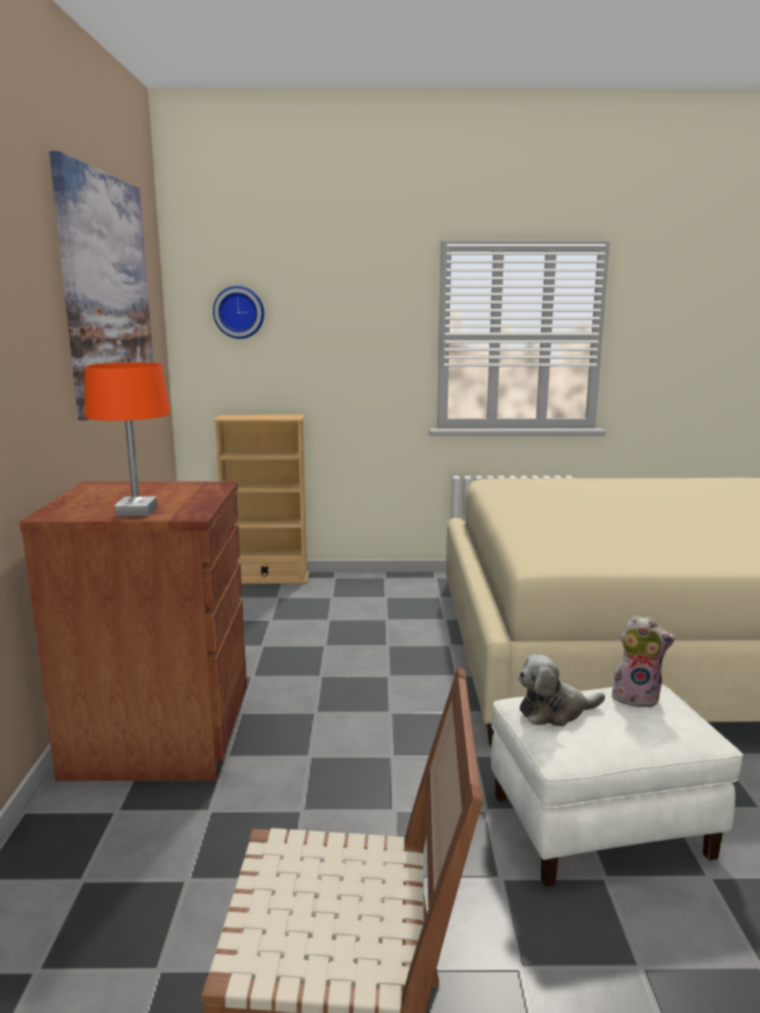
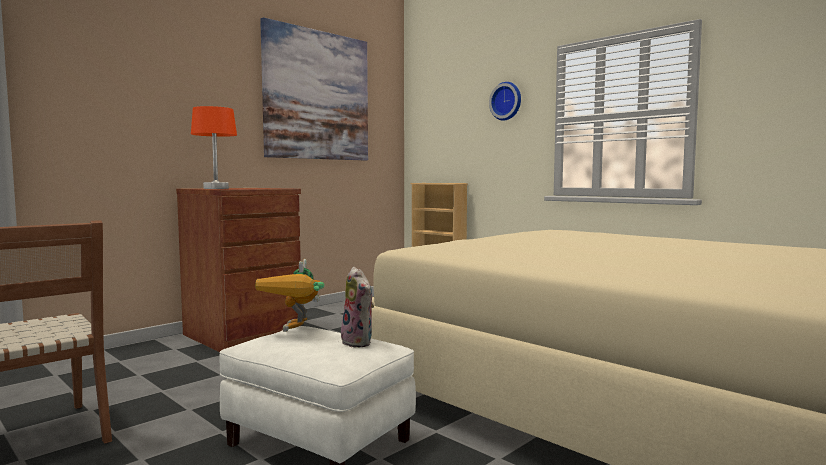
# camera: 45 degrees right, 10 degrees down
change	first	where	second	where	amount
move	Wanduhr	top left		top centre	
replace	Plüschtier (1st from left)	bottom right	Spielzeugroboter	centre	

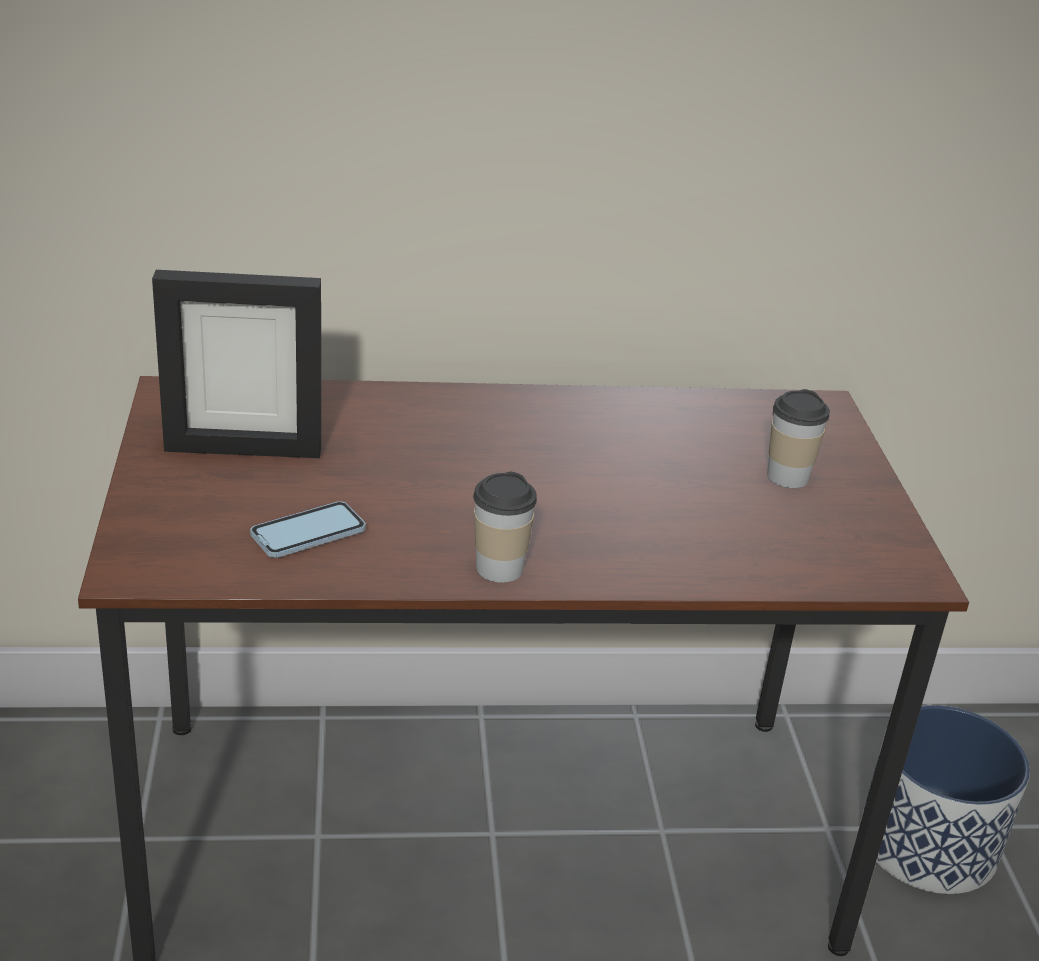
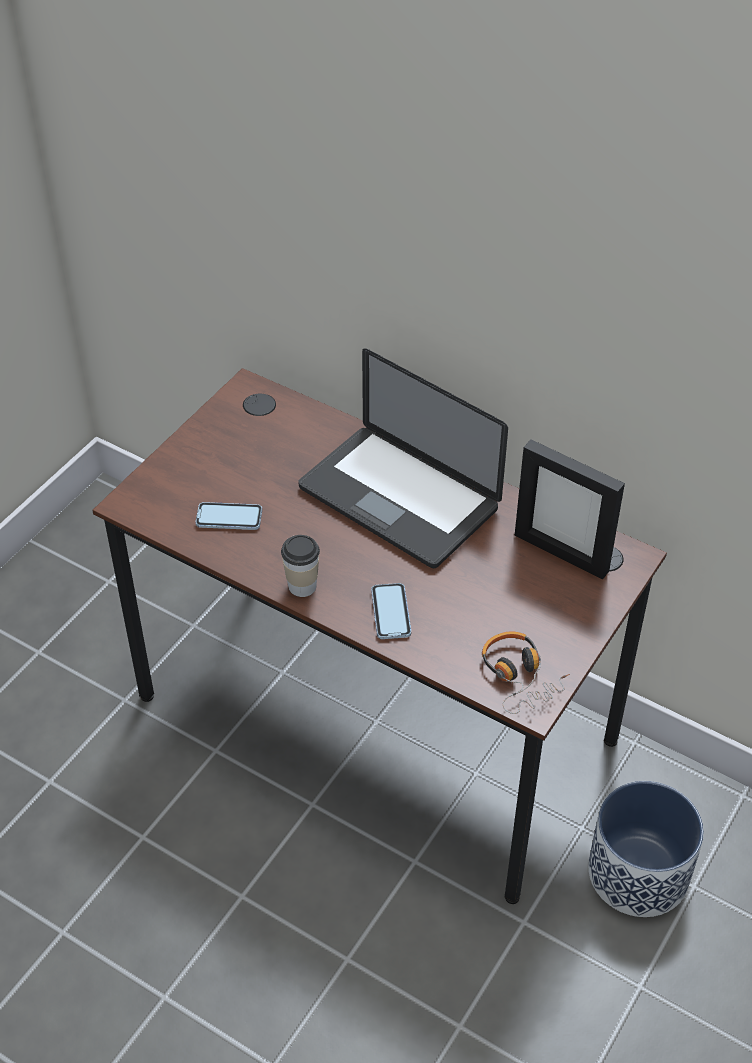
# camera: 40 degrees right, 15 degrees up
change	first	where	second	where	amount
move	Bilderrahmen	middle left		middle right	
delete	Tasse (2nd from left)	middle right			
insert			Laptop	centre	
insert			Handy (2nd from left)	centre	
insert			Kopfhörer	middle right	

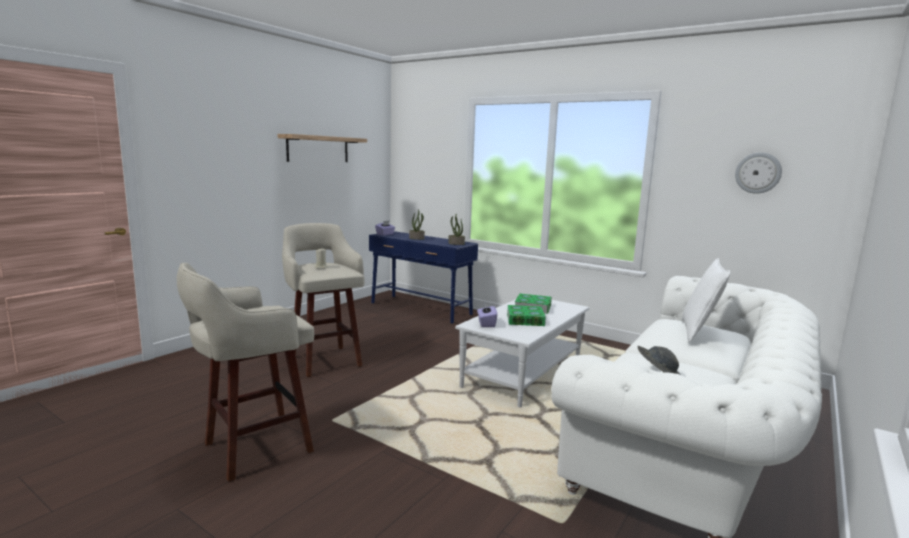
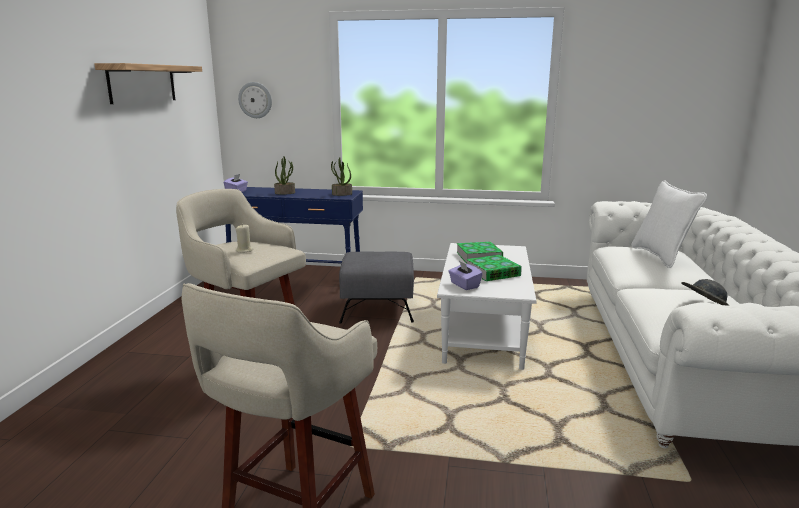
# camera: 25 degrees left, 5 degrees up
change	first	where	second	where	amount
move	Wanduhr	top right		top left	
insert			Polsterhocker [grau]	centre	

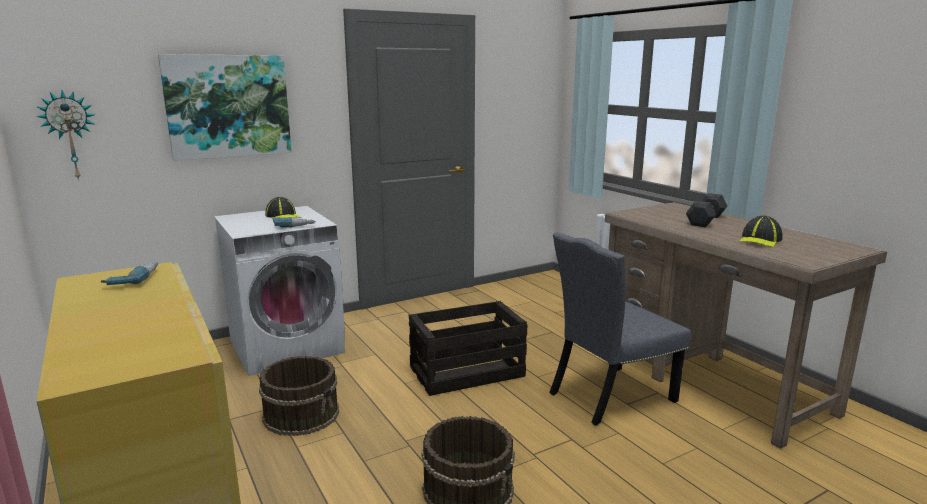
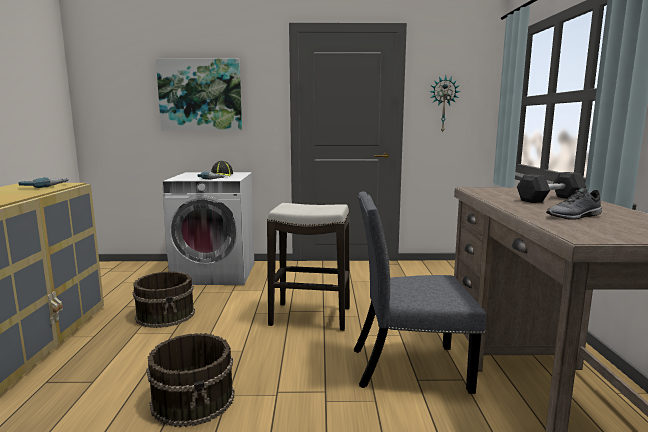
# camera: 30 degrees right, 5 degrees down
change	first	where	second	where	amount
move	Wanduhr	top left		top right	
replace	Kiste	bottom centre	Hocker	centre	
replace	Kappe (2nd from left)	middle right	Schuh [grau]	middle right	

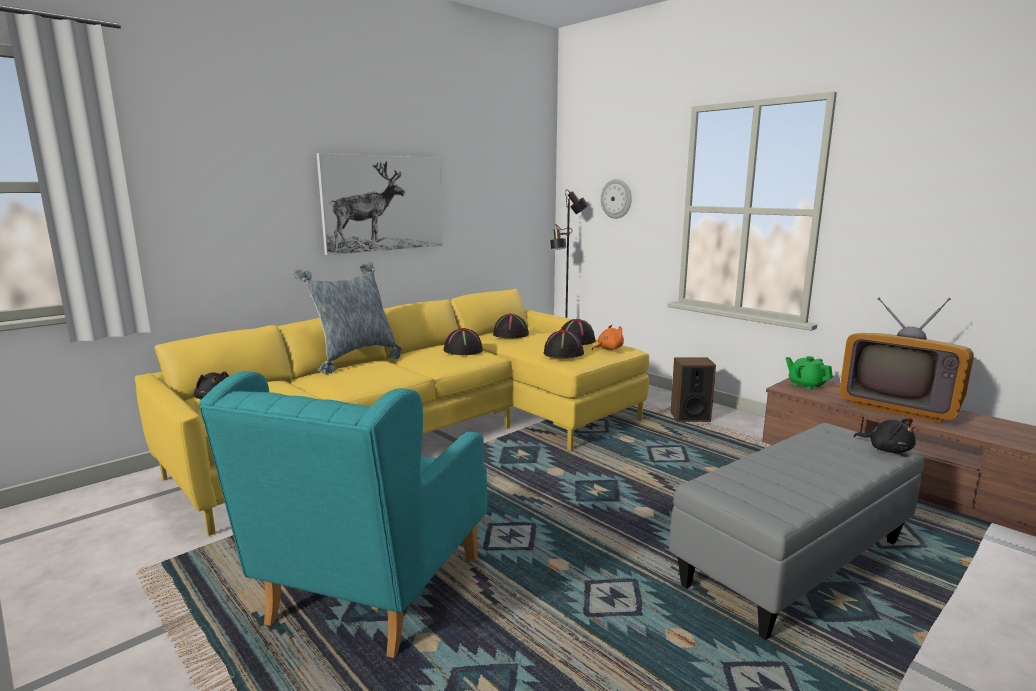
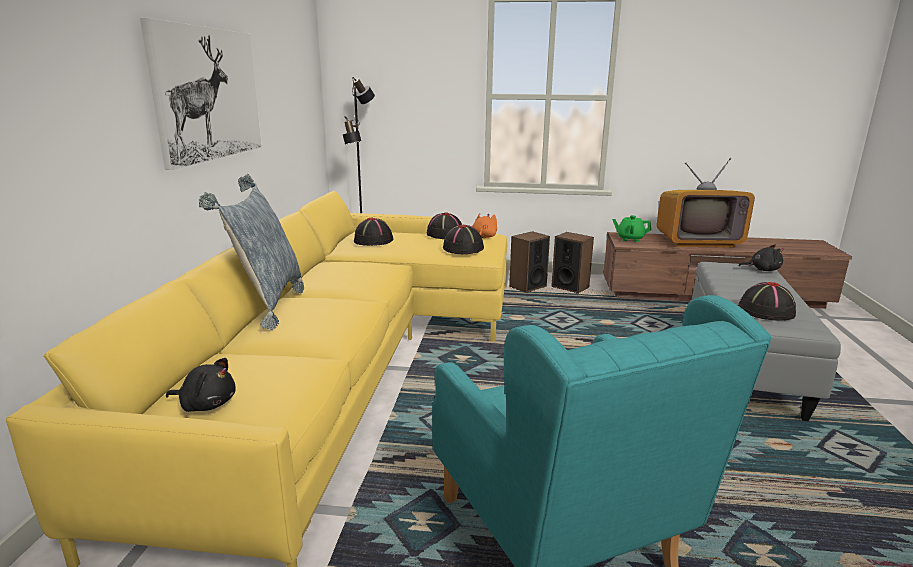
# camera: 40 degrees left, 5 degrees up
change	first	where	second	where	amount
move	Hut [schwarz] (1st from left in the first image)	centre	Hut [schwarz] (4th from left)	middle right	
delete	Wanduhr	top centre			
insert			Lautsprecher (2nd from left)	centre	

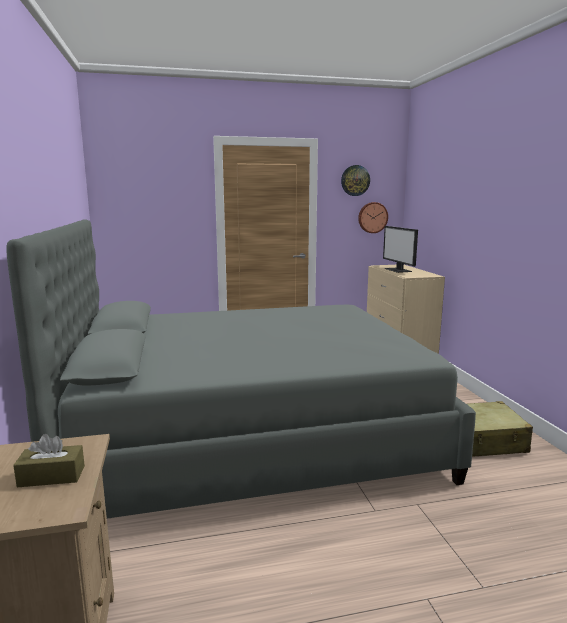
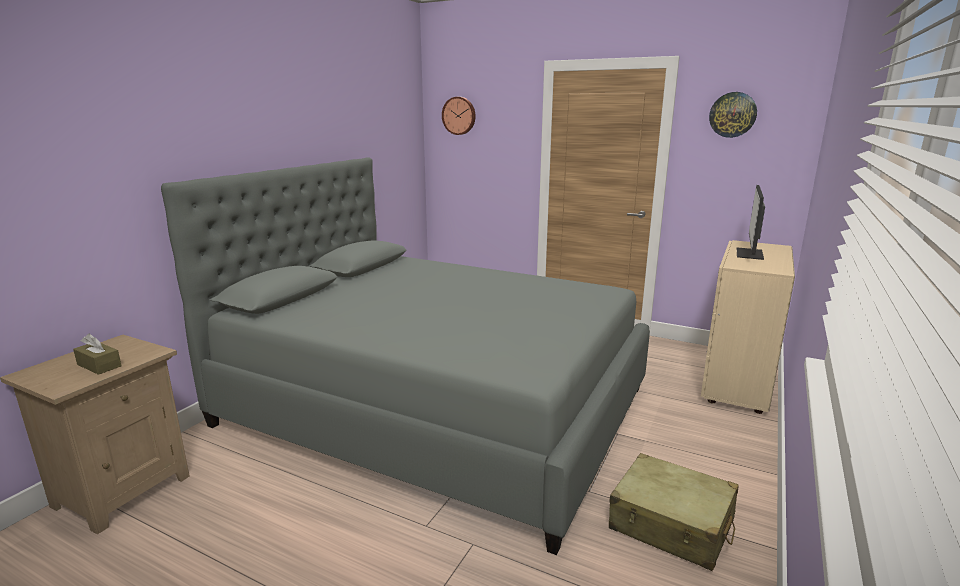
# camera: 40 degrees right, 5 degrees up
change	first	where	second	where	amount
move	Wanduhr (2nd from left in the first image)	centre	Wanduhr (1st from left)	top centre	

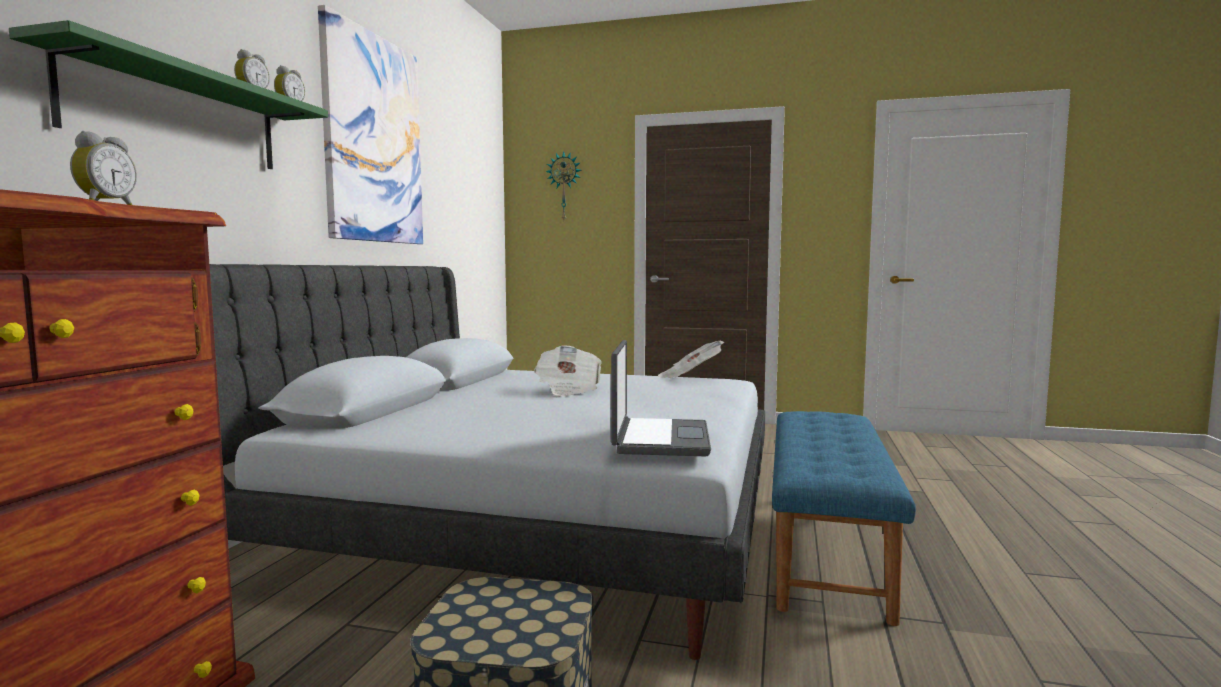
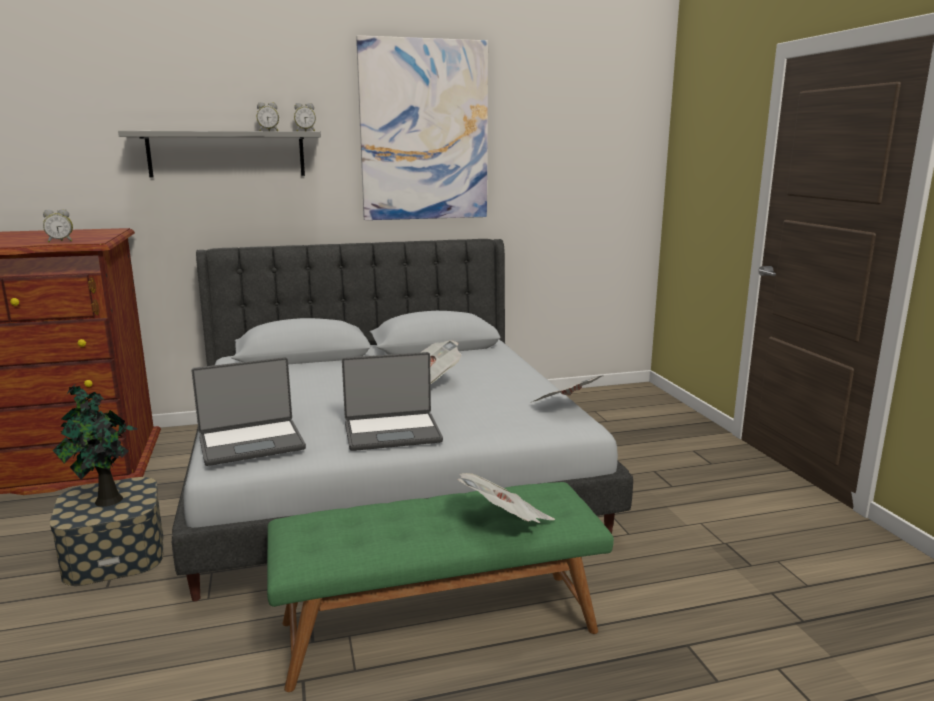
# camera: 60 degrees right, 10 degrees up
change	first	where	second	where	amount
recolor	Wandregal [grün]	top left	Wandregal [grau]	top left	
delete	Wanduhr	top centre			
recolor	Bank [blau]	bottom right	Bank [grün]	bottom centre	
insert			Topfpflanze	middle left	
insert			Laptop (2nd from left)	centre	
insert			Zeitung (2nd from left)	bottom centre	

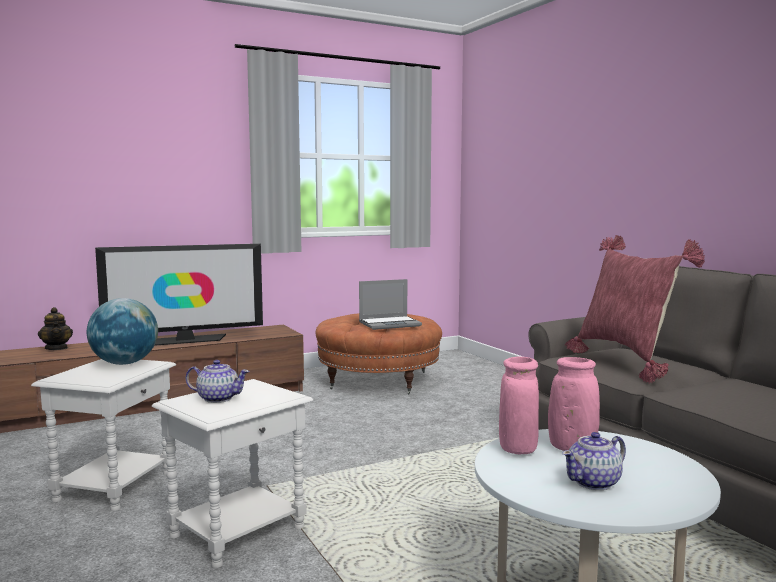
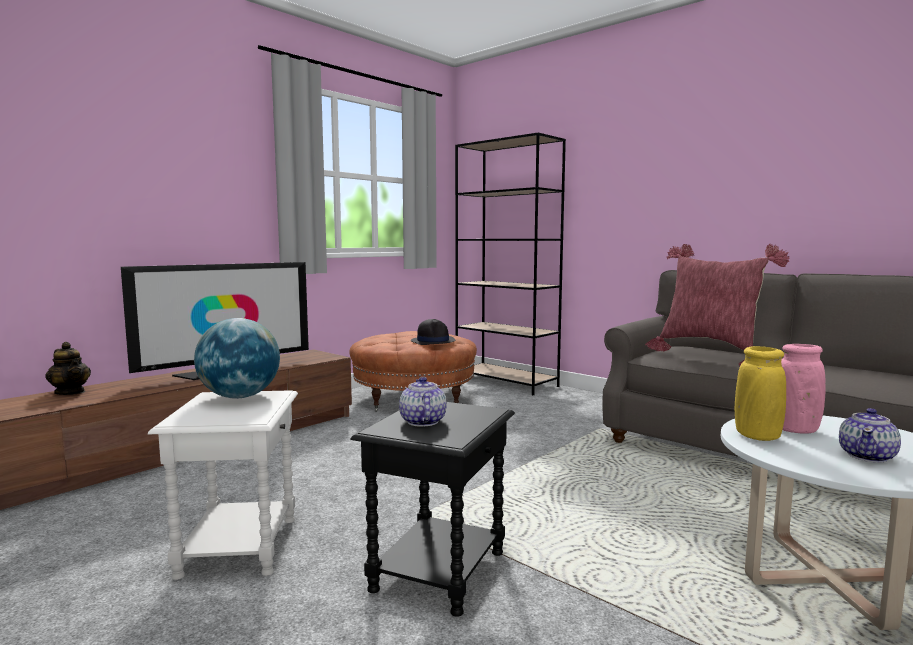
# camera: 20 degrees left, 0 degrees up
change	first	where	second	where	amount
recolor	Beistelltisch [weiß] (2nd from left)	bottom left	Beistelltisch [schwarz]	bottom centre	
rotate	Teekanne (2nd from left)	middle left		centre	90 degrees counterclockwise
replace	Laptop	centre	Hut [schwarz]	centre	
recolor	Vase [rosa] (1st from left)	bottom right	Vase [gelb]	middle right	
insert			Bücherregal [beige]	centre	

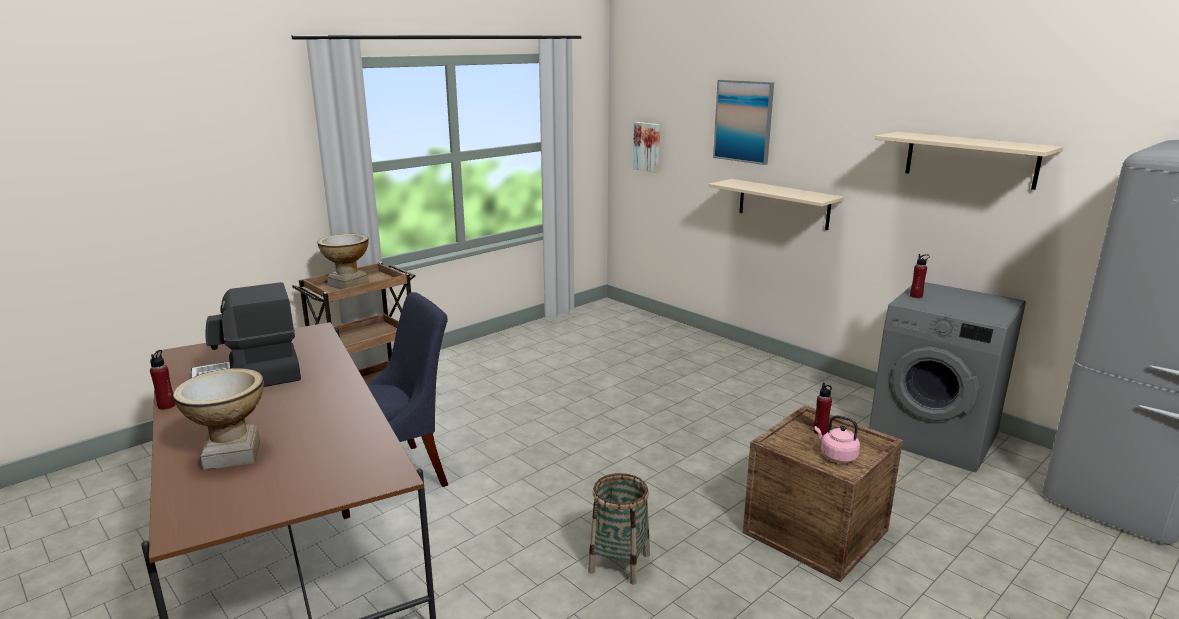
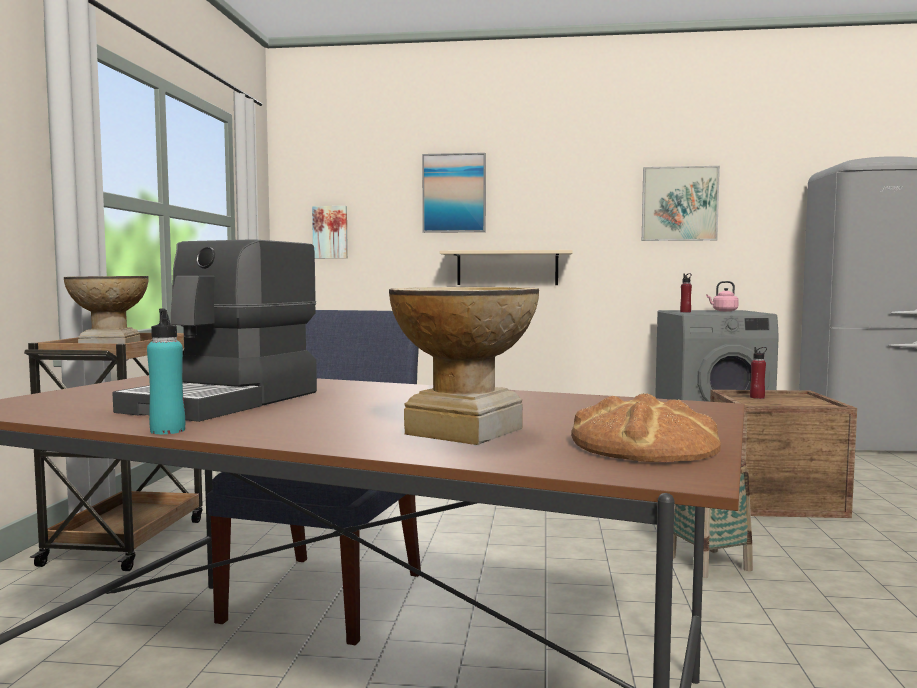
# camera: 40 degrees left, 15 degrees down
change	first	where	second	where	amount
recolor	Flasche [rot] (1st from left)	middle left	Flasche [türkis]	middle left	
move	Wasserkessel [rosa]	bottom right		middle right	
replace	Wandregal [beige] (2nd from left)	top right	Bild (3rd from left)	top right	
insert			Brot	middle right	

